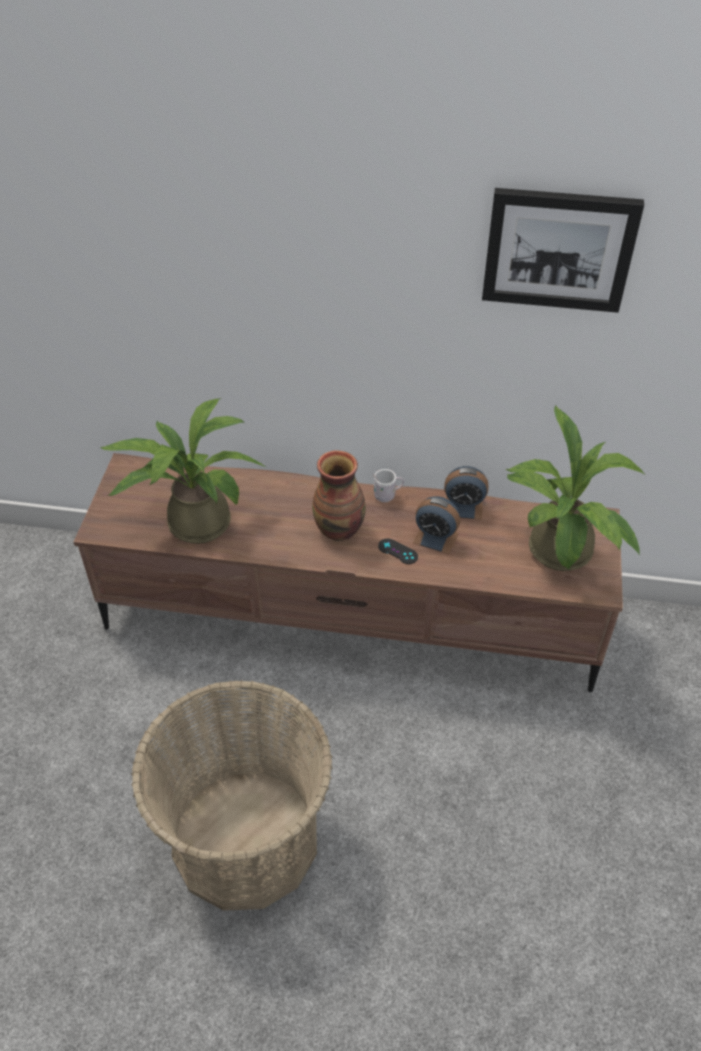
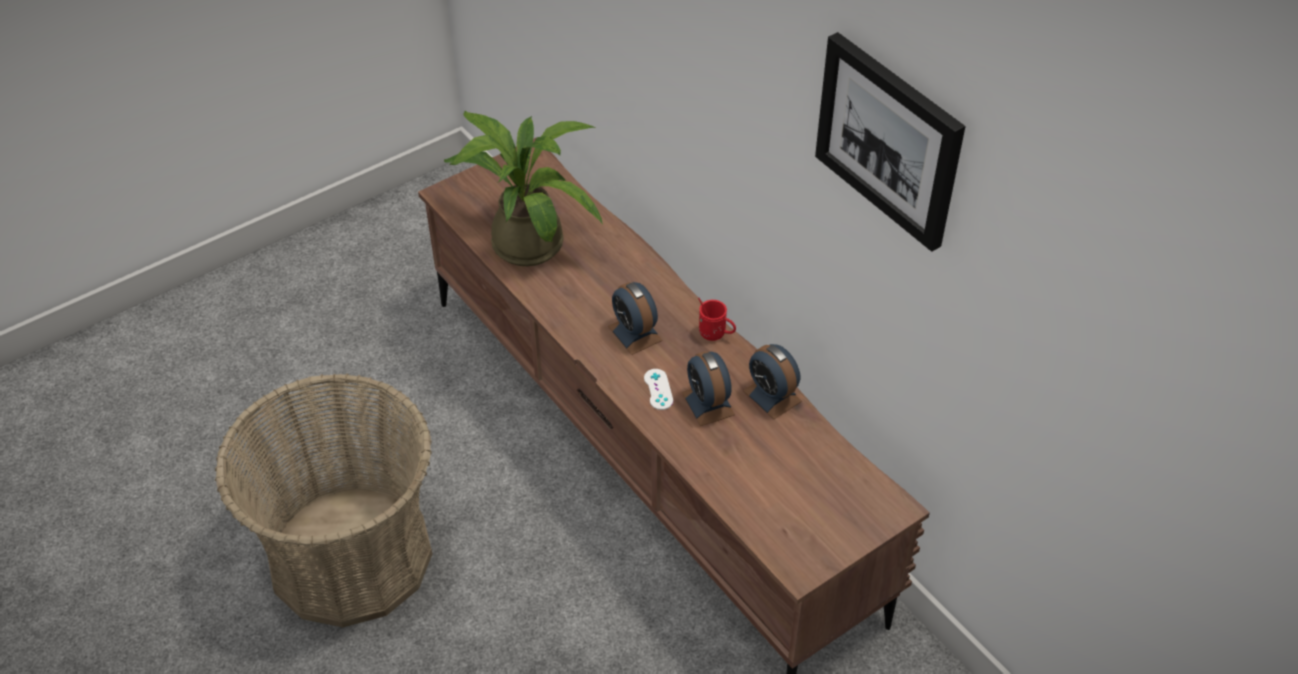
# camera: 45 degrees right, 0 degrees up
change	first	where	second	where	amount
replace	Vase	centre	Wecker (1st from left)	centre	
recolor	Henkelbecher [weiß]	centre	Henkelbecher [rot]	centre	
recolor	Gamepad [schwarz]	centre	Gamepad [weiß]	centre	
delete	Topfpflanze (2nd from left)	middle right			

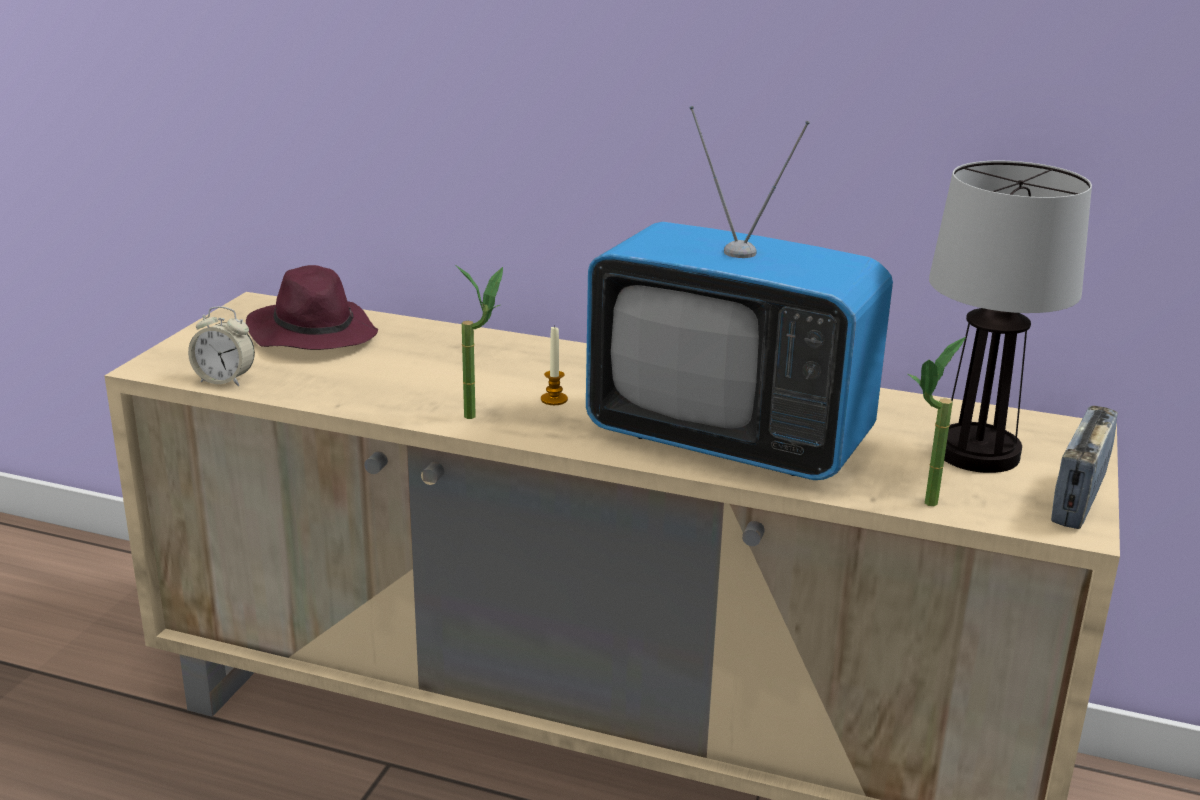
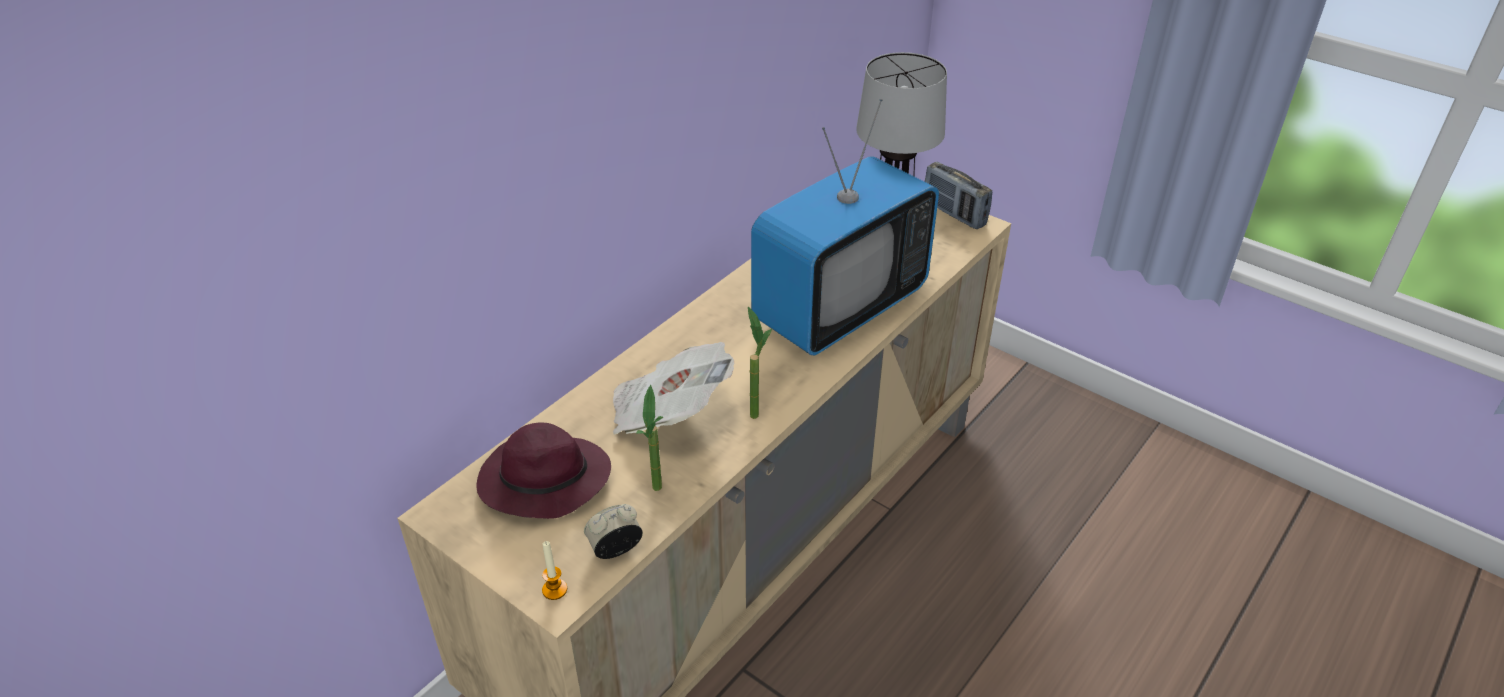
# camera: 70 degrees left, 15 degrees up
change	first	where	second	where	amount
rotate	Wecker	middle left		bottom centre	150 degrees counterclockwise
move	Kerze	centre		bottom centre	
move	Topfpflanze (2nd from left in the first image)	middle right	Topfpflanze (1st from left)	centre	
insert			Zeitung	centre	

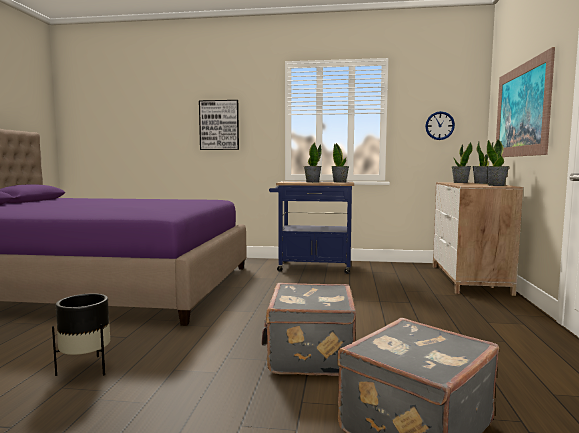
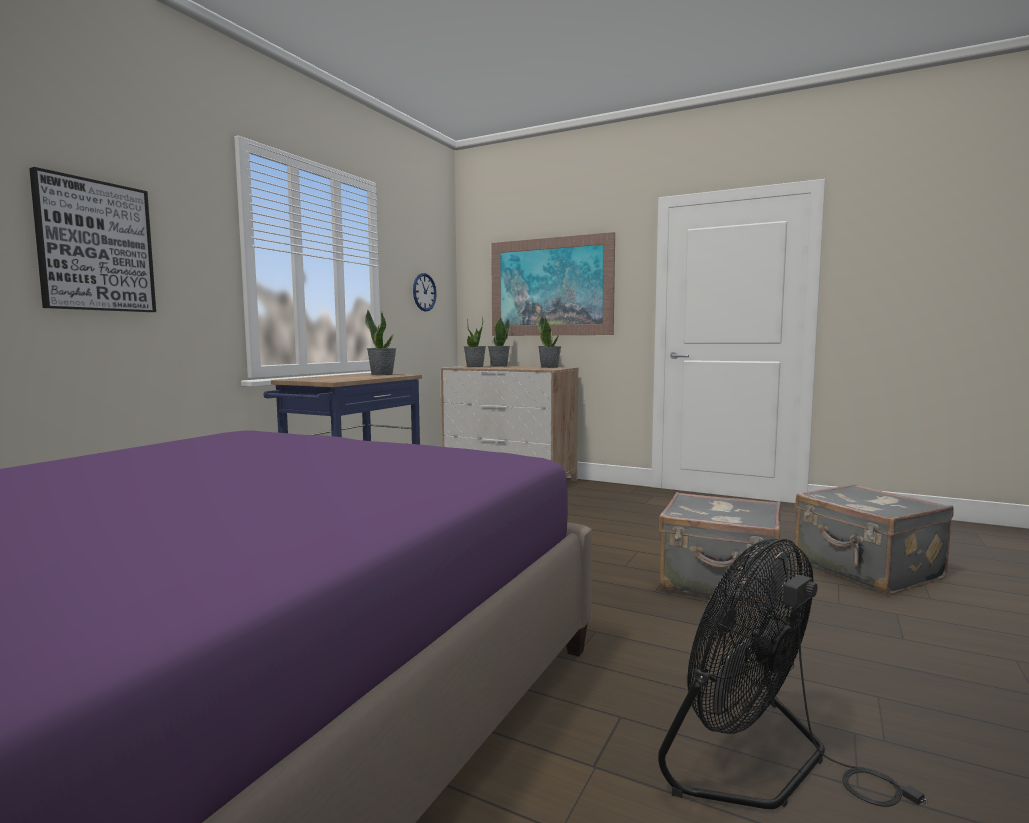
# camera: 70 degrees left, 0 degrees up
change	first	where	second	where	amount
replace	Pflanzkübel [schwarz]	bottom left	Ventilator [schwarz]	bottom right	
delete	Topfpflanze (1st from left)	centre			

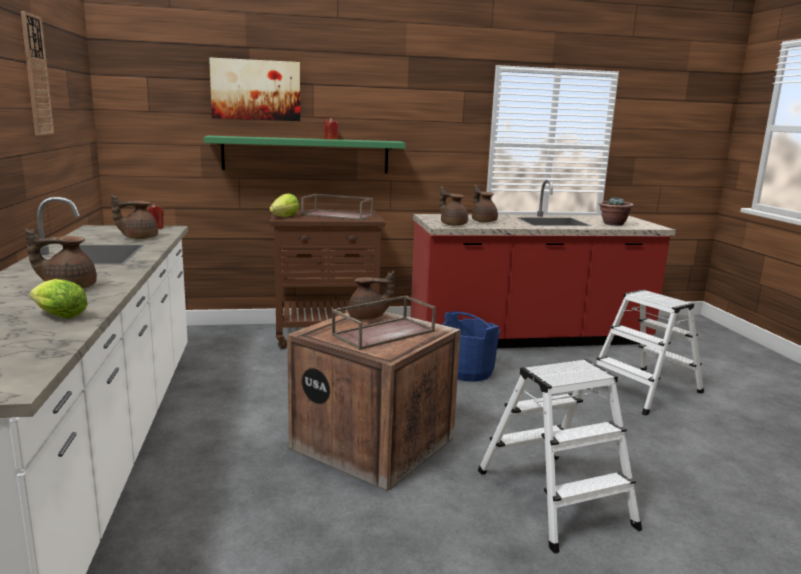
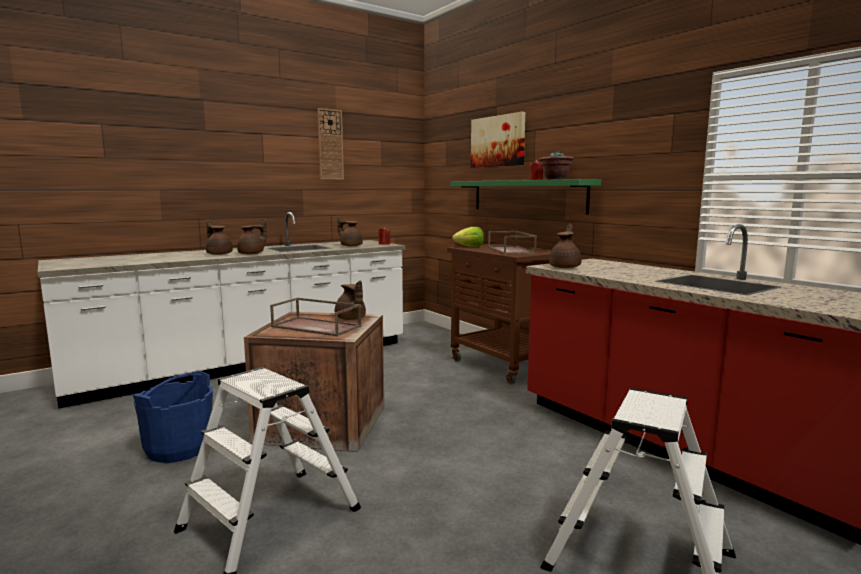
# camera: 65 degrees right, 5 degrees down
change	first	where	second	where	amount
delete	Salatkopf (1st from left)	middle left			
move	Eimer [blau]	centre		bottom left	
move	Teekanne [braun] (5th from left in the first image)	centre	Teekanne [braun] (2nd from left)	middle left	
move	Topfpflanze	middle right		top centre	

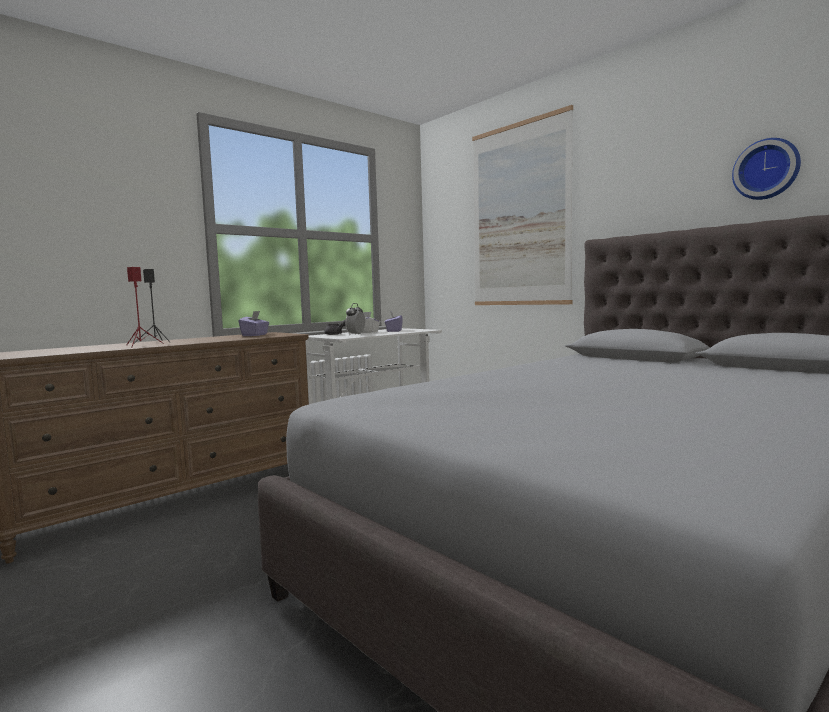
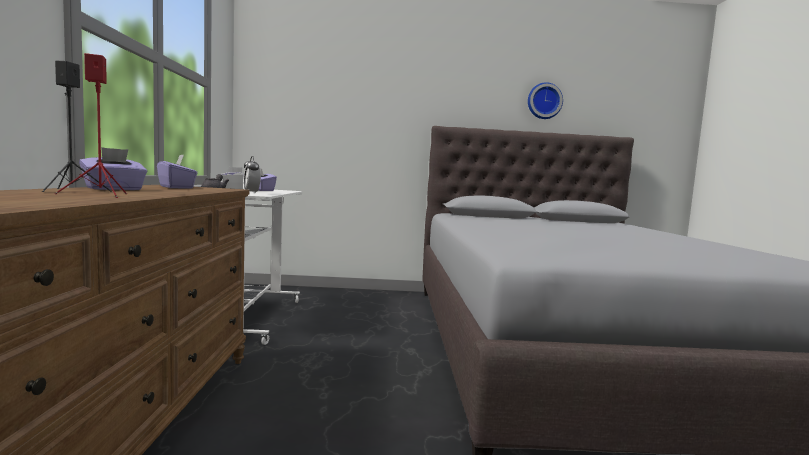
# camera: 50 degrees left, 0 degrees up
change	first	where	second	where	amount
delete	Bild	top centre			
insert			Taschentuchbox [lila] (1st from left)	middle left	

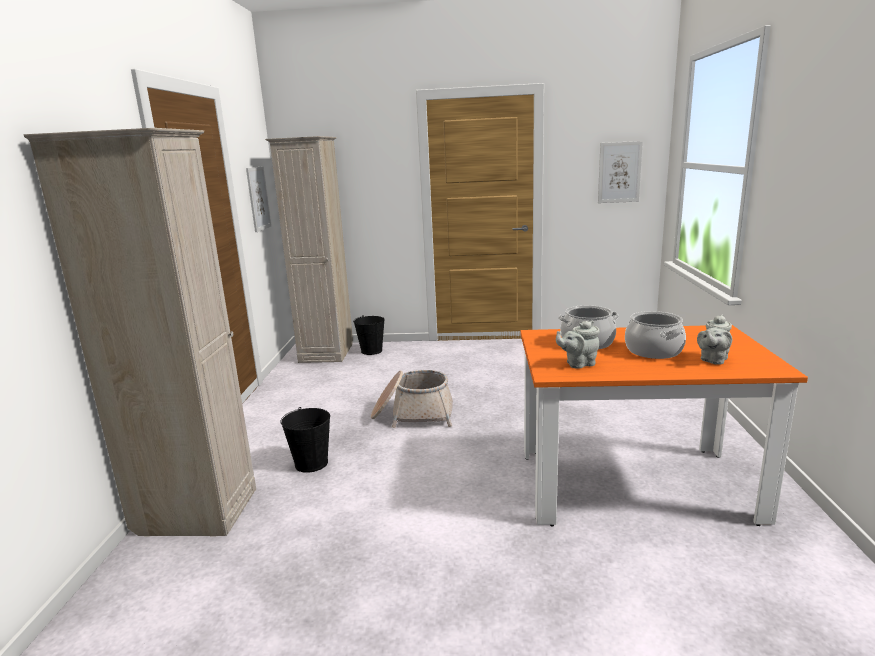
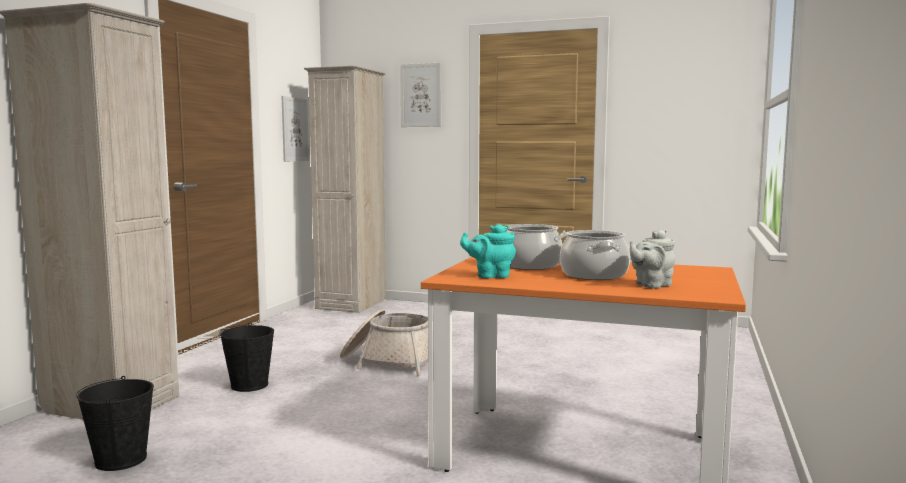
# camera: 15 degrees right, 10 degrees down
change	first	where	second	where	amount
move	Eimer [schwarz] (2nd from left in the first image)	centre	Eimer [schwarz] (1st from left)	bottom left	
recolor	Teekanne [grau] (1st from left)	centre	Teekanne [türkis]	centre	
move	Bild (2nd from left)	top right		top centre	

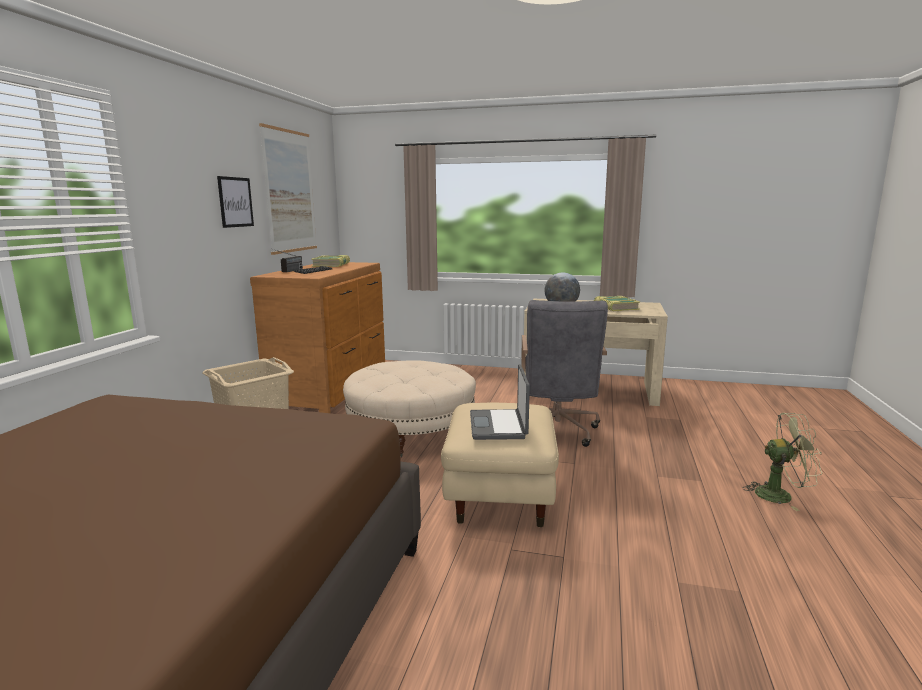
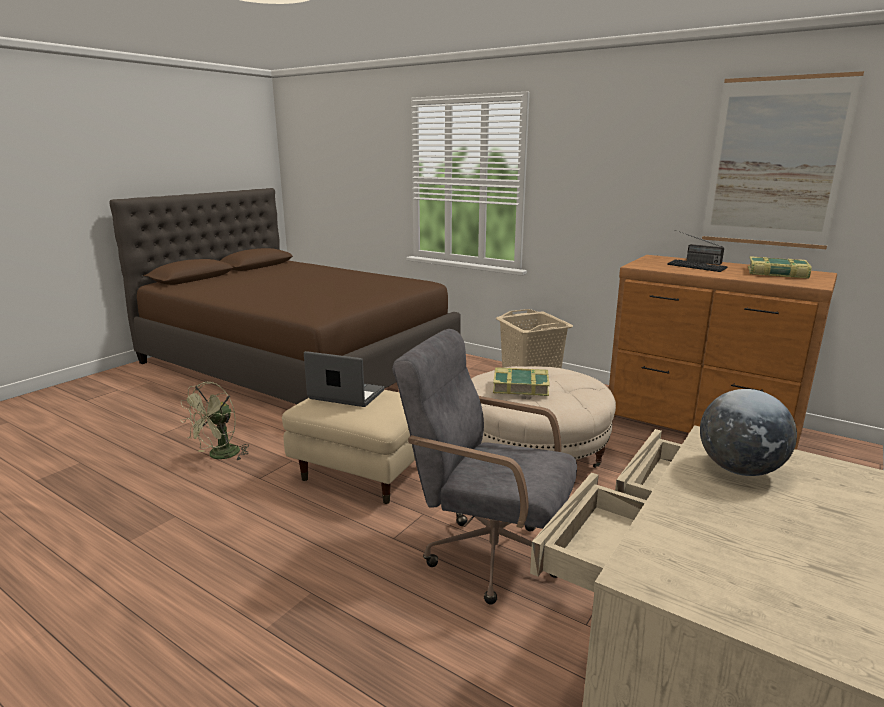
# camera: 110 degrees right, 5 degrees up
change	first	where	second	where	amount
delete	Bild (1st from left)	top left			
move	Buch (2nd from left in the first image)	middle right	Buch (1st from left)	centre	
move	Ventilator [grün]	bottom right		middle left	

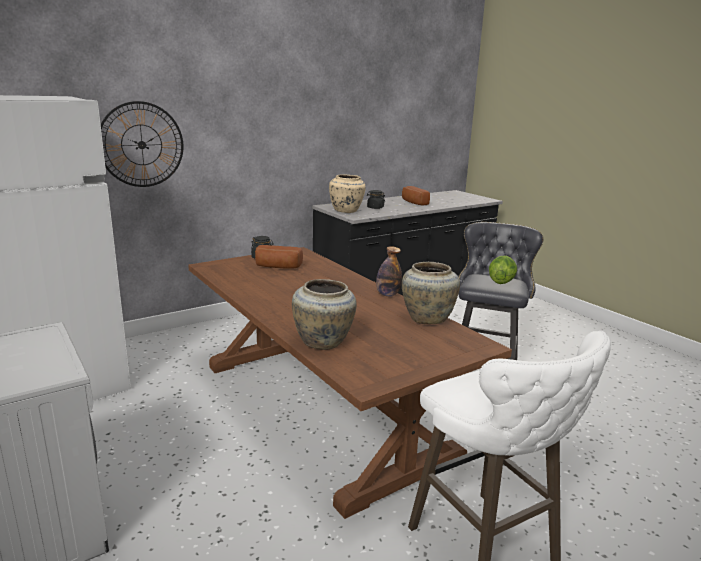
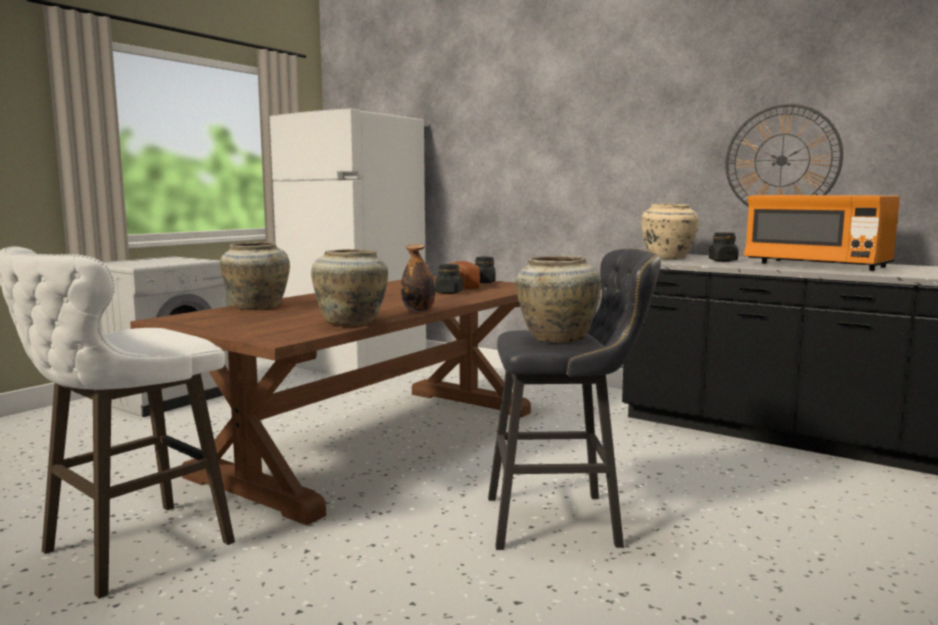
# camera: 70 degrees right, 10 degrees down
change	first	where	second	where	amount
move	Wanduhr	top left		top right	
replace	Brot (2nd from left)	centre	Mikrowelle [orange]	middle right	
replace	Salatkopf	middle right	Vase [beige] (3rd from left)	centre	
insert			Vorratsglas [schwarz] (1st from left)	centre	

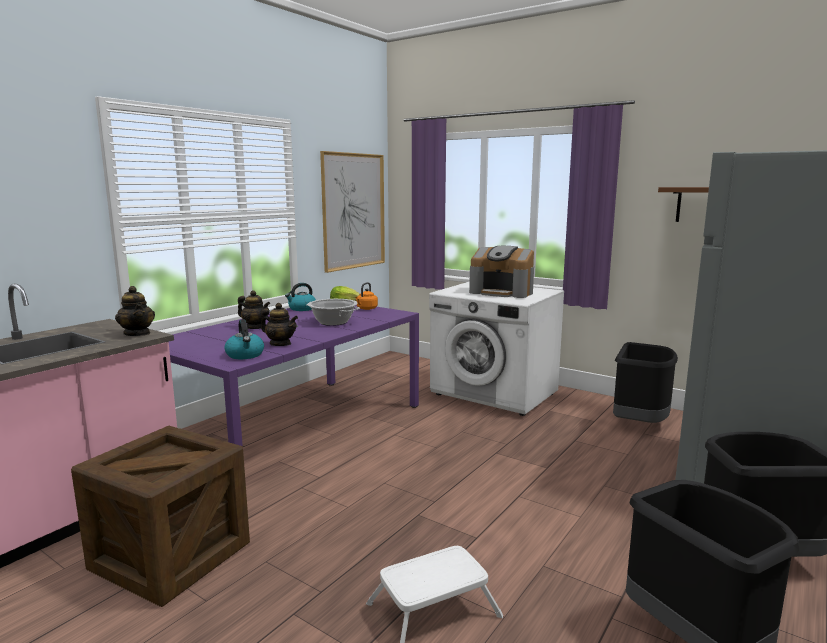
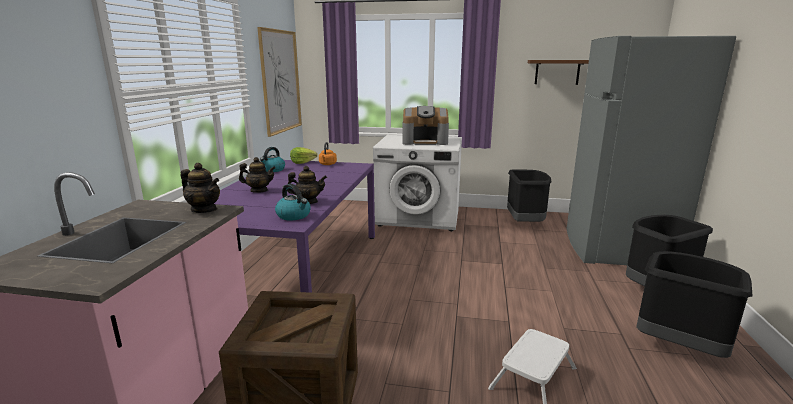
# camera: 25 degrees left, 5 degrees up
change	first	where	second	where	amount
delete	Kochtopf	centre			

